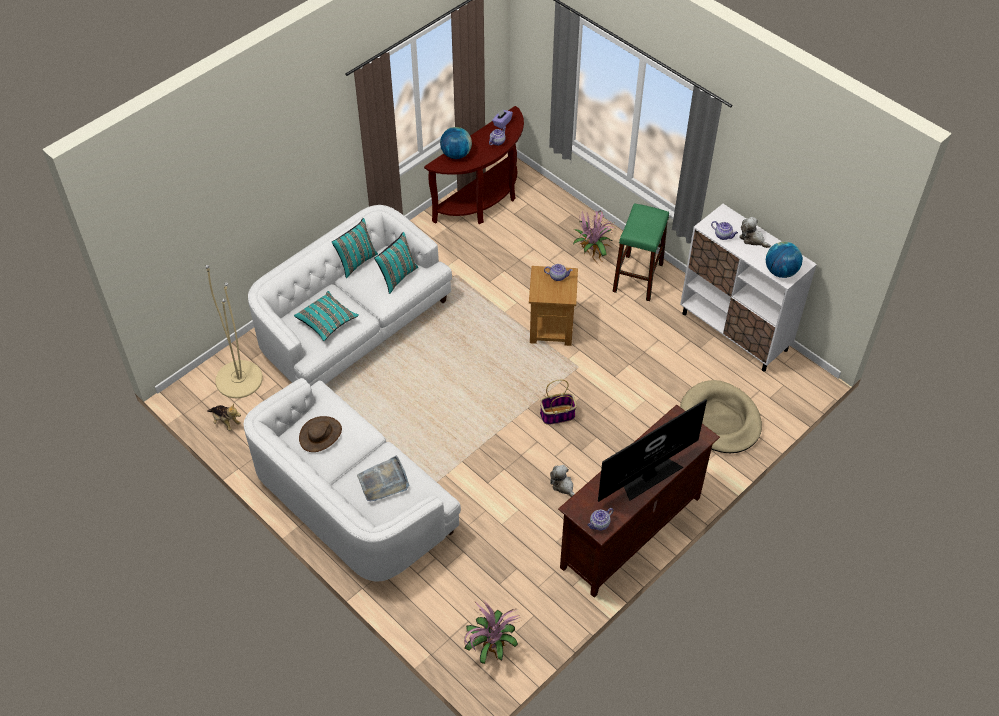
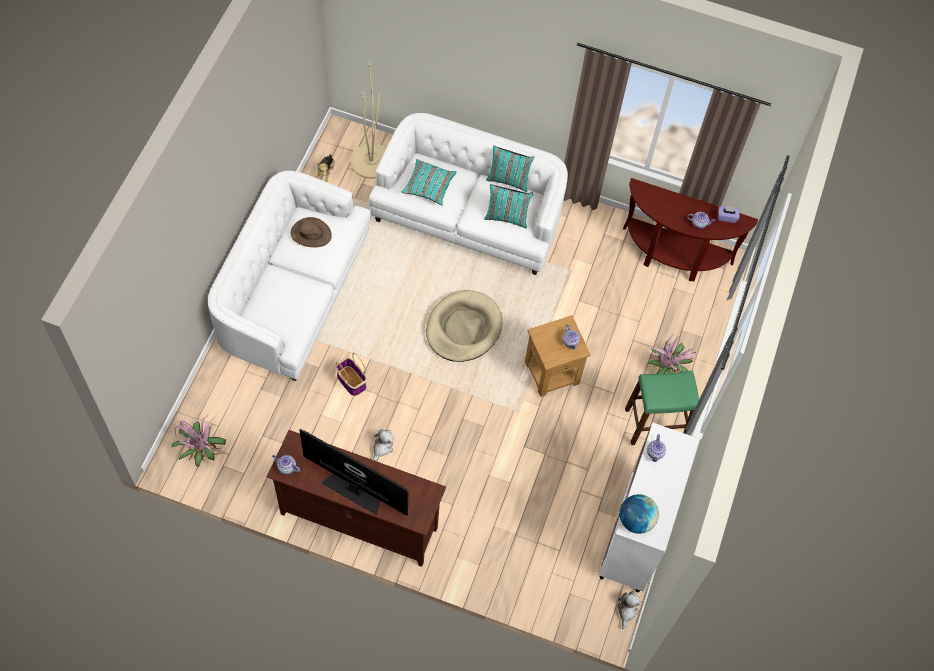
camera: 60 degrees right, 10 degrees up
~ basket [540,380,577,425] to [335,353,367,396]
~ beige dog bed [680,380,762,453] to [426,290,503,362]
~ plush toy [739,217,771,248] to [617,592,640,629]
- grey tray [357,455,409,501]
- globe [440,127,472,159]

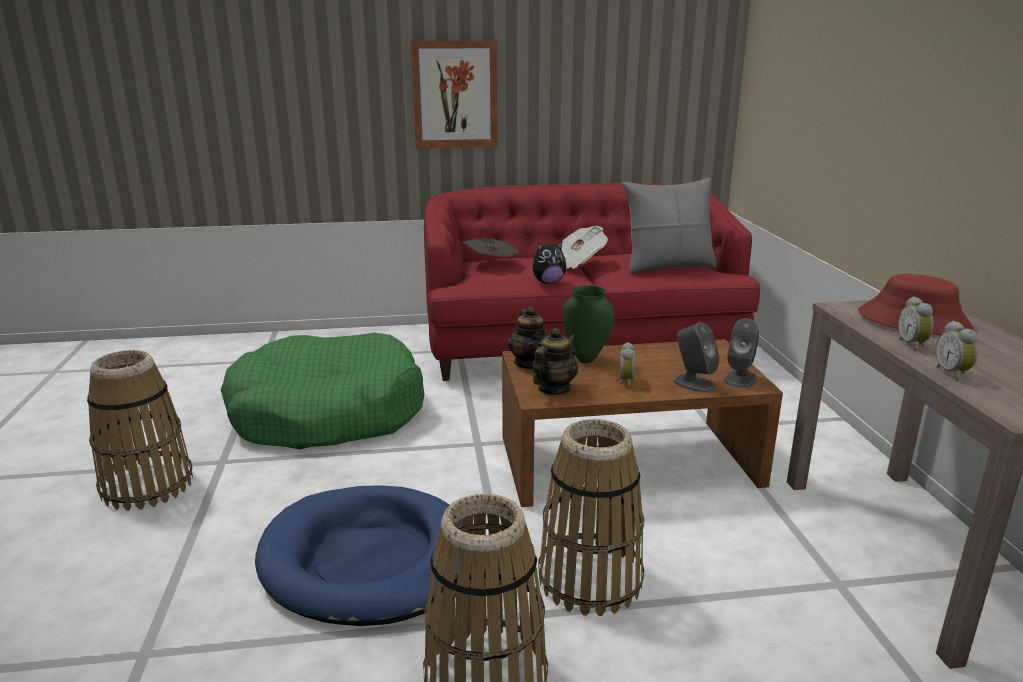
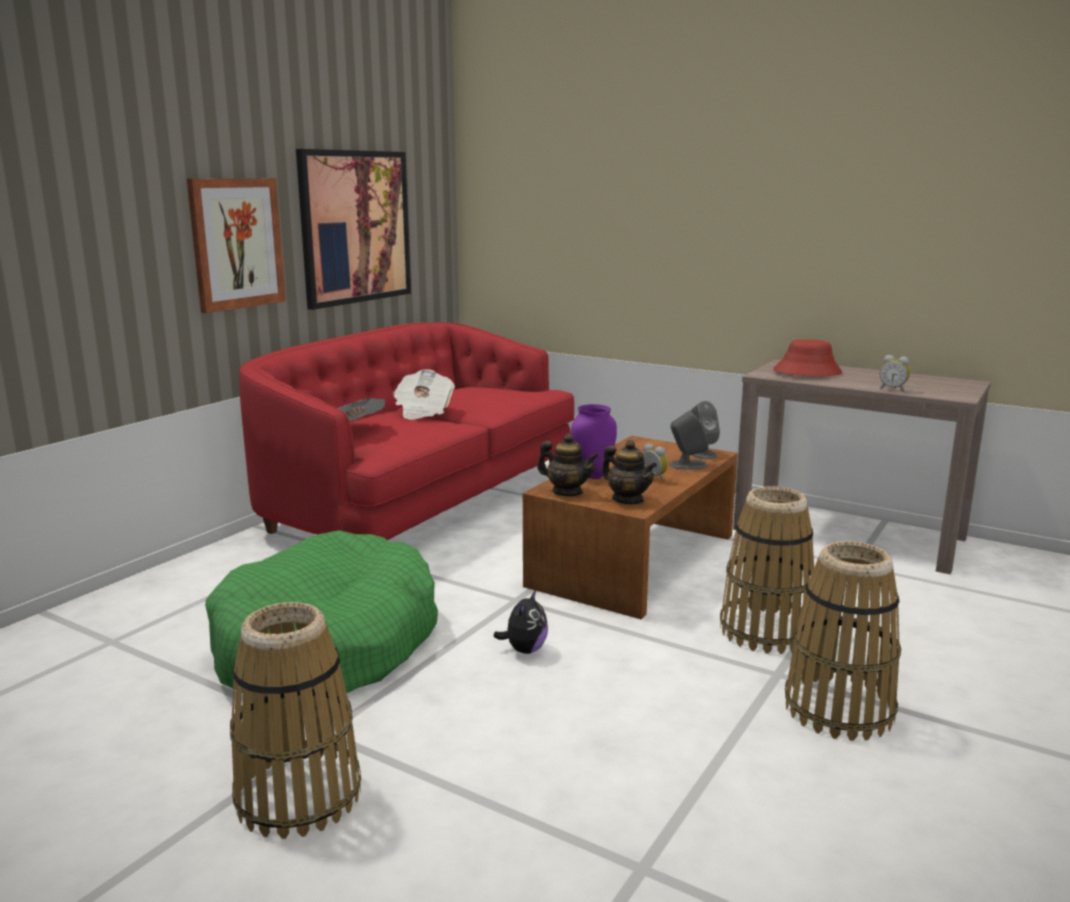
camera: 50 degrees left, 5 degrees down
+ picture [296,149,411,310]
~ plush toy [533,241,566,284] to [493,590,548,654]
~ green vase [562,285,614,363] to purple vase [571,404,617,479]
~ teapot [533,328,578,395] = [602,440,657,504] 150 degrees clockwise
- blue dog bed [255,485,474,626]
- grey pillow [622,178,717,274]
- alarm clock [898,296,933,351]

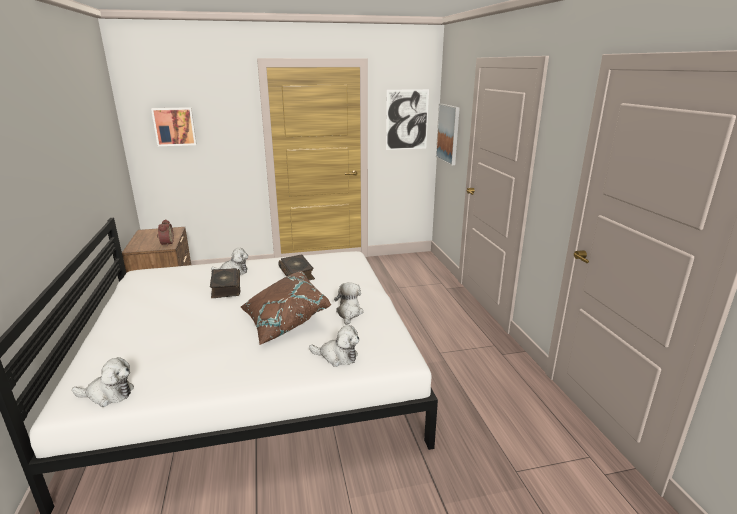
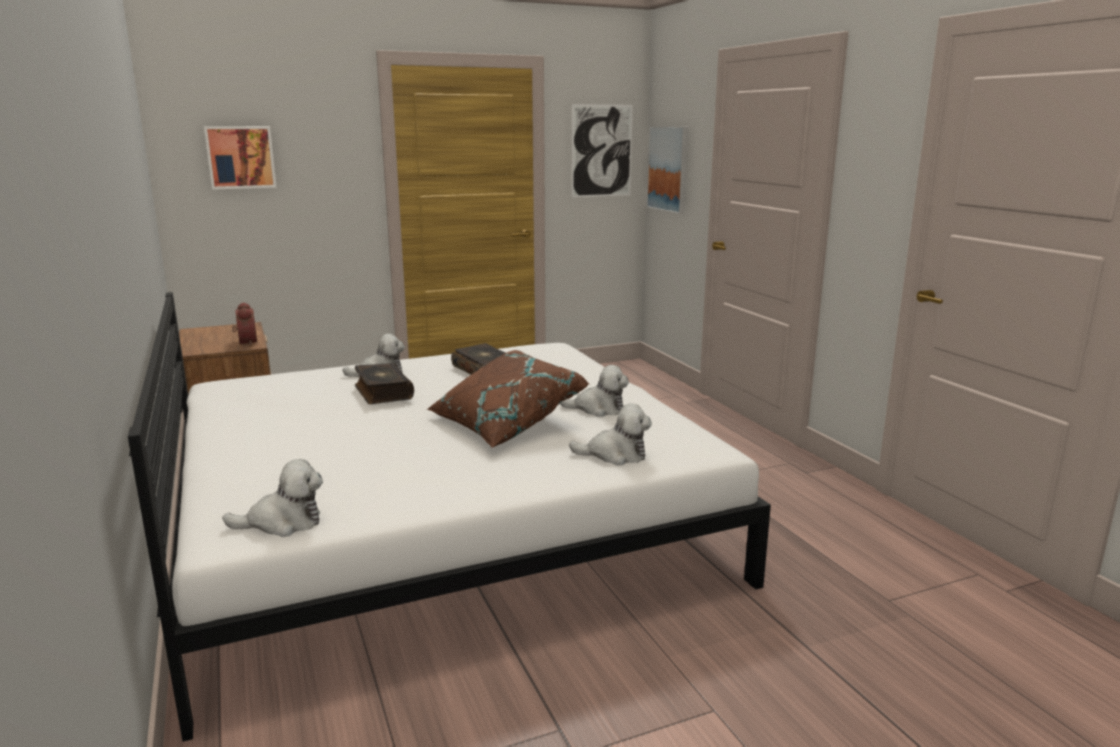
camera: 10 degrees left, 5 degrees down
~ plush toy [334,282,363,325] = [560,365,629,417] 105 degrees clockwise

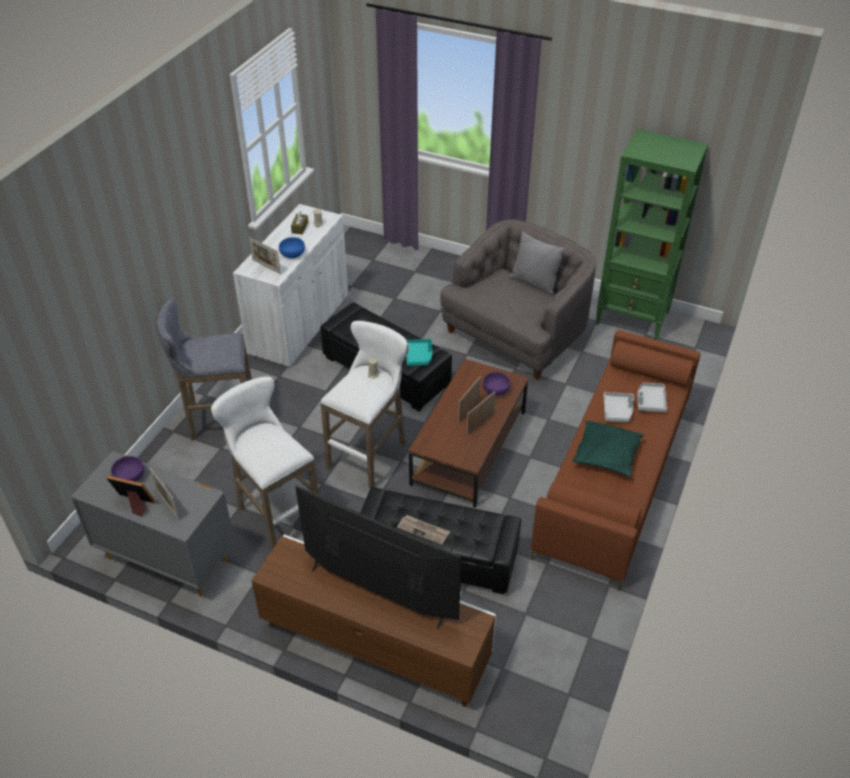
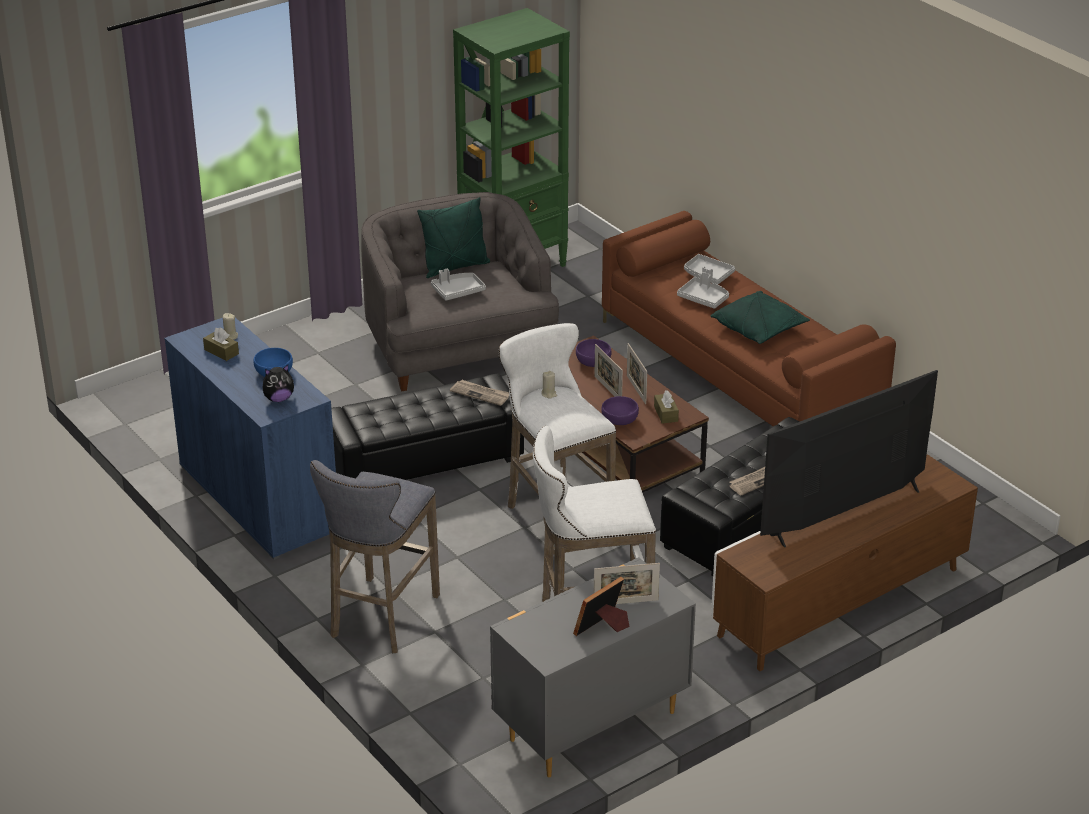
camera: 60 degrees left, 10 degrees down
~ white cabinet [233,204,348,368] to blue cabinet [164,318,336,560]
~ picture frame [249,237,281,274] to plush toy [263,365,294,402]
~ grey pillow [509,231,566,295] to green pillow [417,197,490,278]
+ grey tray [431,269,486,301]
~ turquoise tray [406,339,432,366] to newspaper [450,380,509,406]
~ purple bowl [111,456,144,482] to [601,396,639,425]
+ brown tissue box [654,390,679,424]

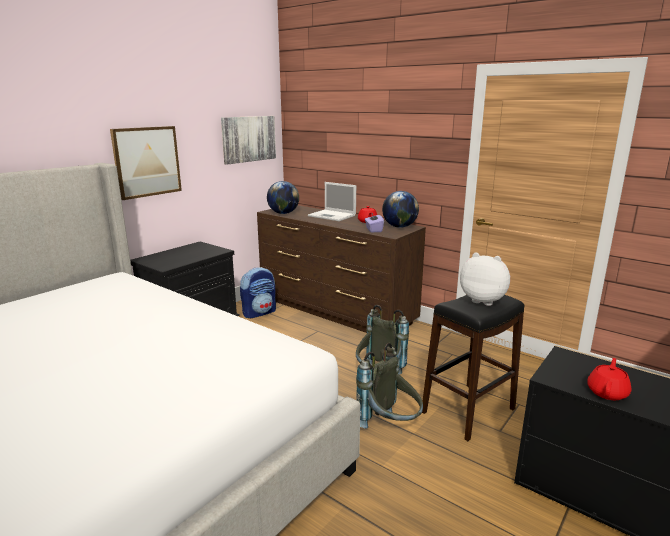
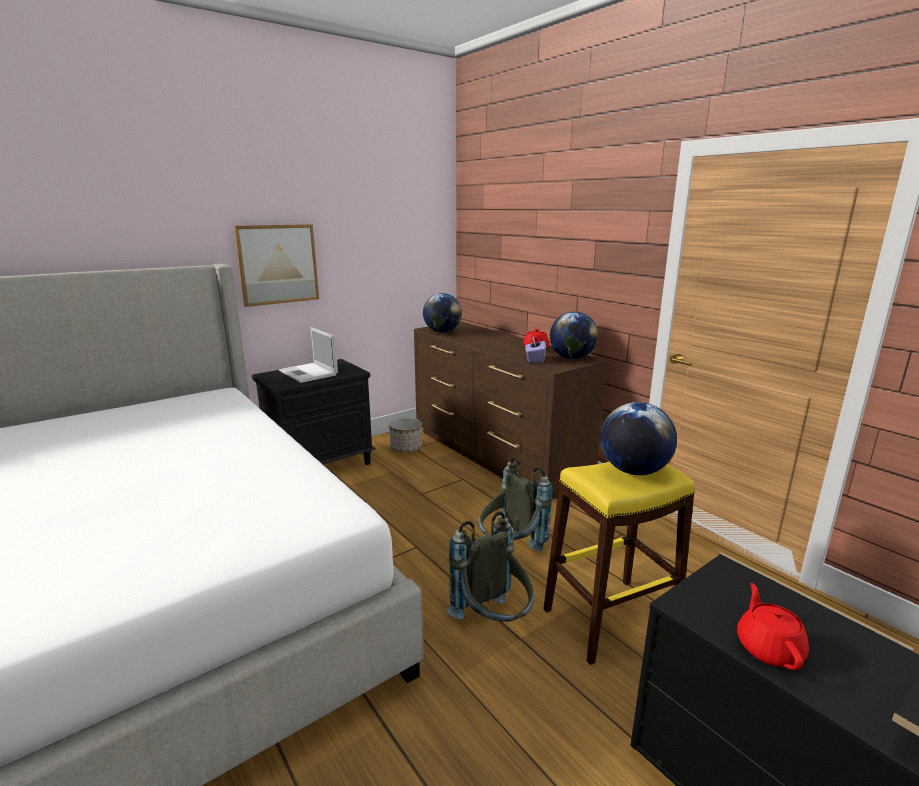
camera: 15 degrees right, 0 degrees up
~ laptop [308,182,356,221] to [279,327,338,383]
~ backpack [240,267,276,318] to planter [389,418,422,453]
~ black stool [422,295,524,441] to yellow stool [543,462,695,665]
~ plush toy [460,252,510,306] to globe [600,402,677,475]
~ red teapot [587,358,631,400] = [737,583,809,671] 45 degrees counterclockwise
- picture [221,116,276,165]

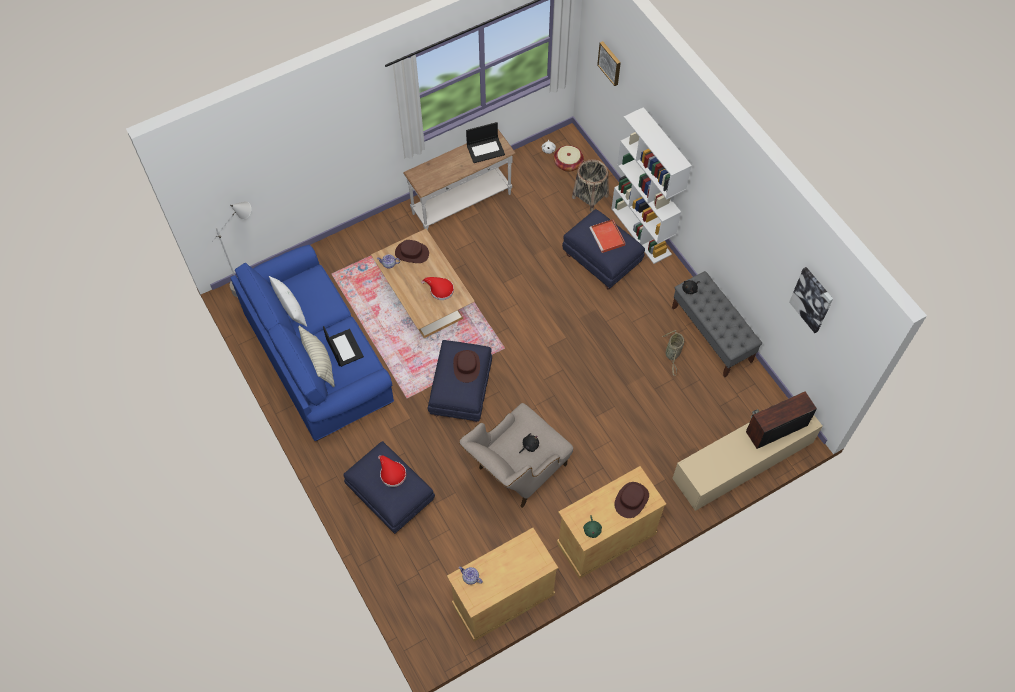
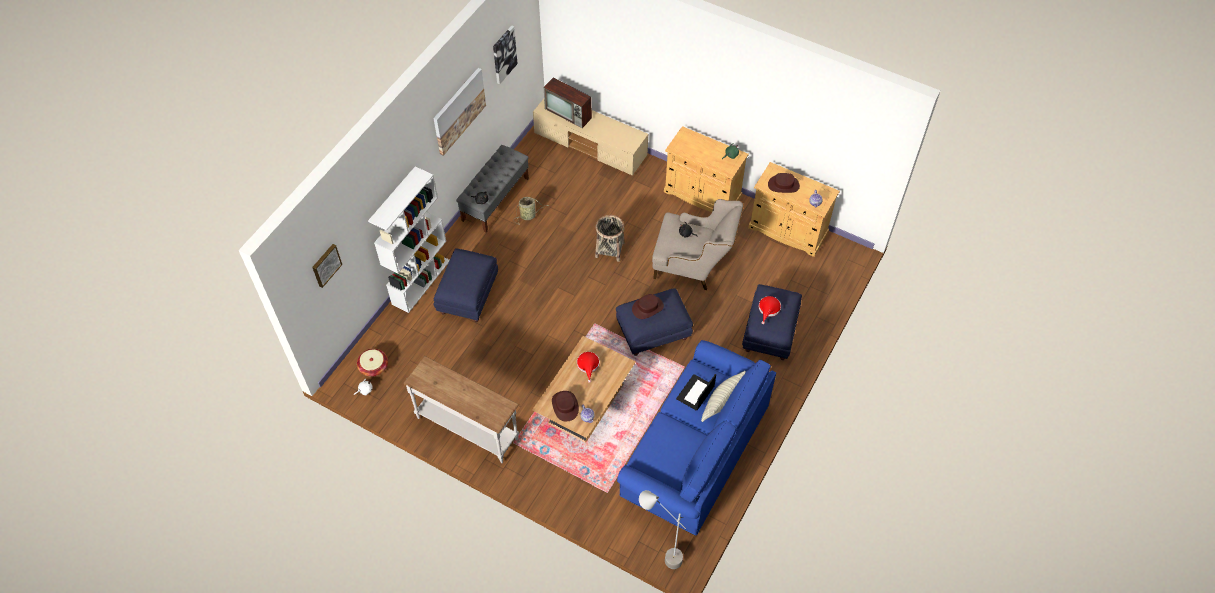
camera: 120 degrees left, 5 degrees down
+ picture [433,68,486,156]
~ basket [572,159,609,212] to [595,215,625,262]
~ brown hat [615,482,649,518] to [768,173,800,193]
- white pillow [269,276,307,327]
- laptop [466,122,505,163]
- red tray [589,219,626,253]

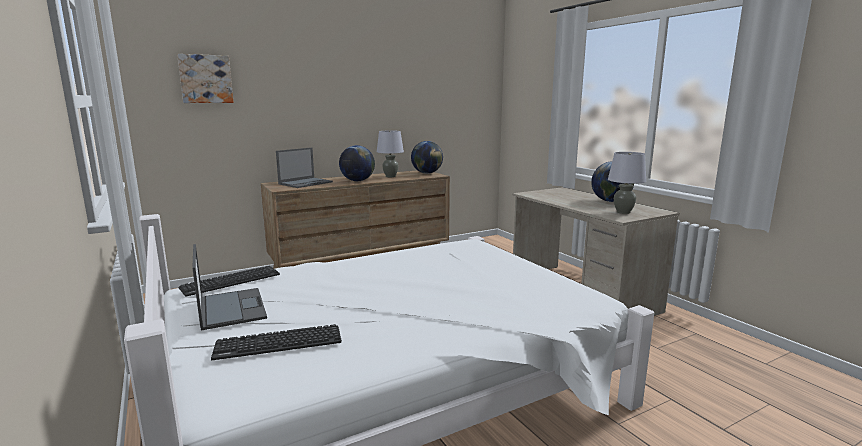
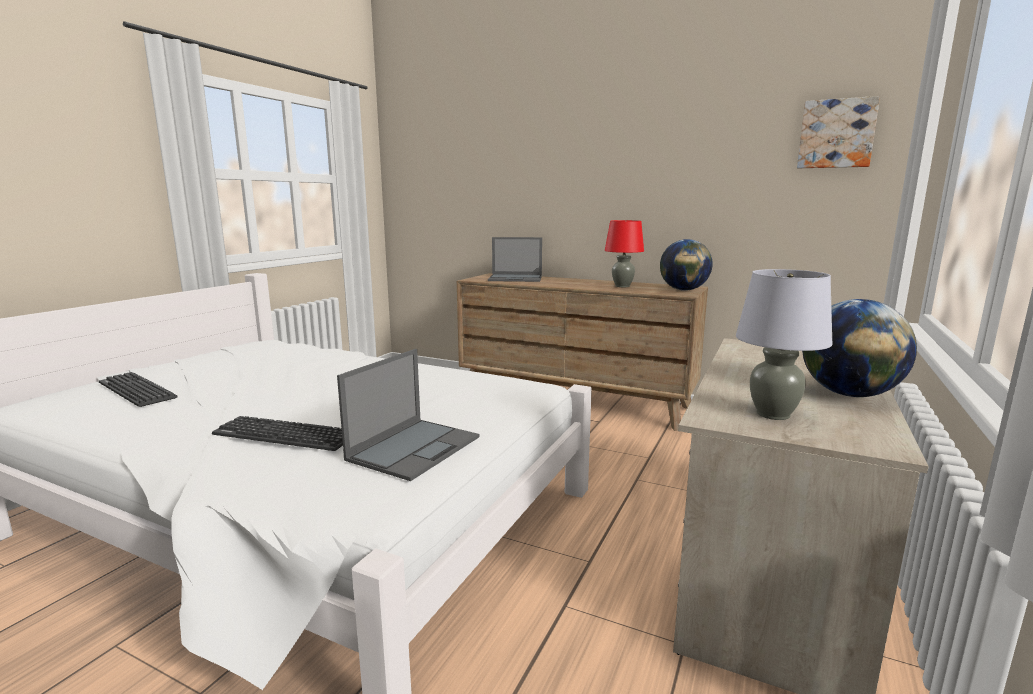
camera: 55 degrees right, 0 degrees up
~ keyboard [179,266,280,297] to [212,416,343,451]
~ laptop [192,244,267,330] to [337,349,480,481]
~ grey table lamp [377,130,404,177] to red table lamp [605,220,644,287]
~ picture [177,54,234,103] to [797,96,880,168]
- globe [339,145,375,181]

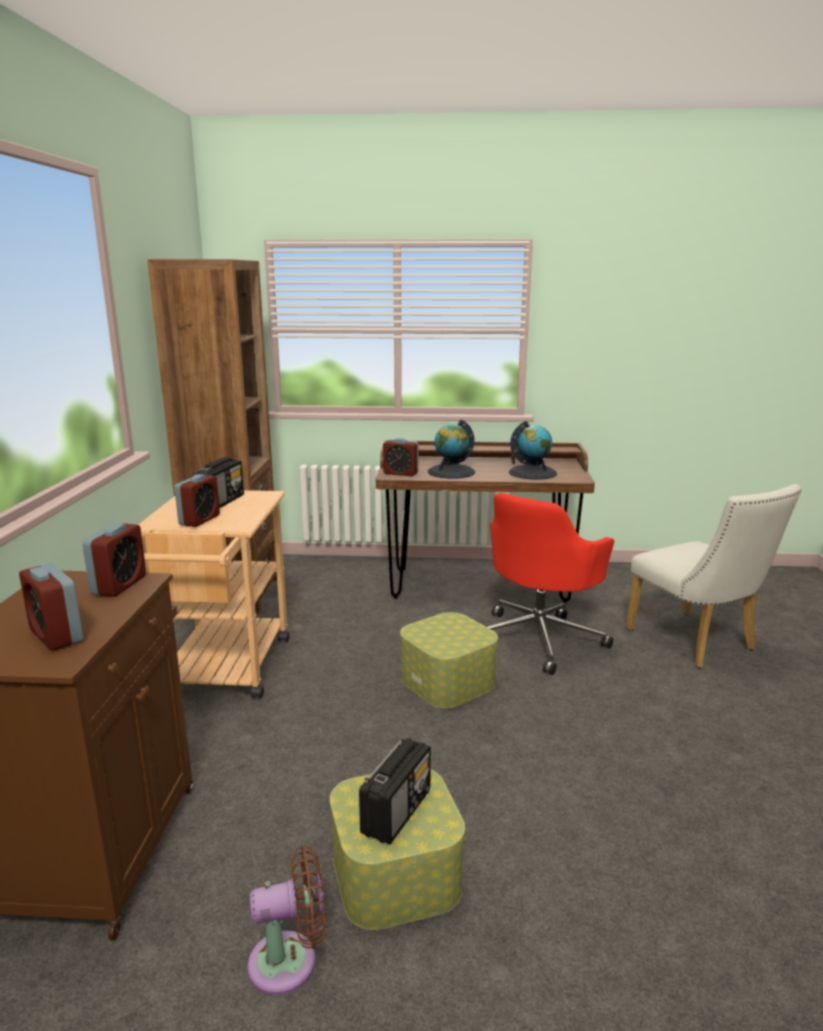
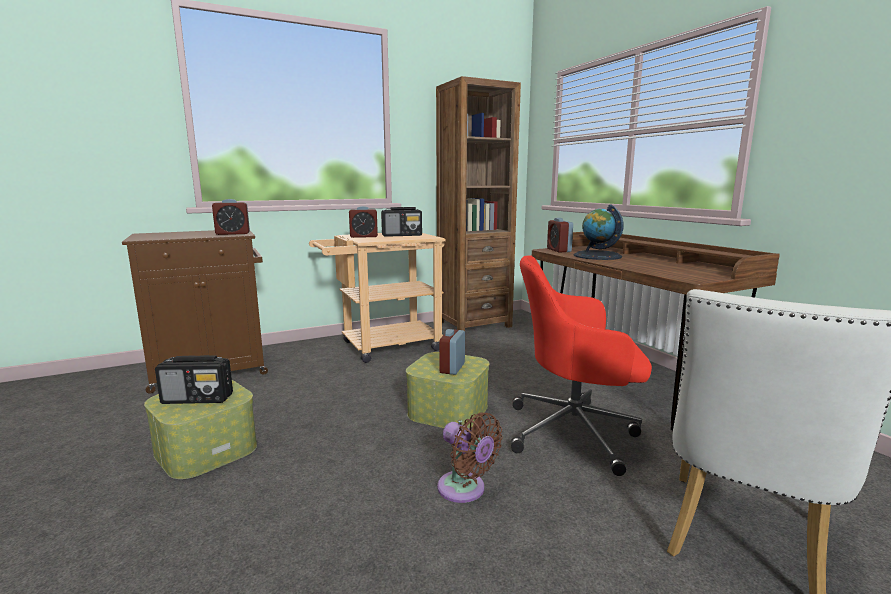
camera: 60 degrees right, 5 degrees down
~ brown fan [247,845,326,995] to [437,412,503,503]
~ alarm clock [19,563,83,651] to [439,329,465,375]
- globe [509,421,557,480]

